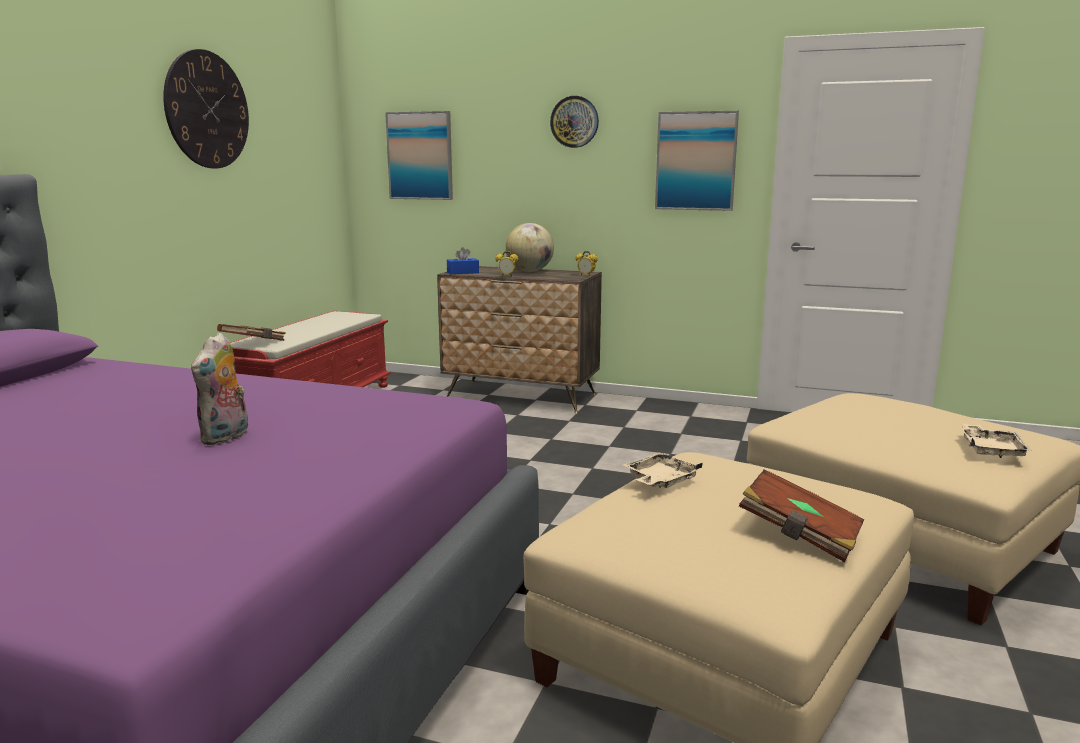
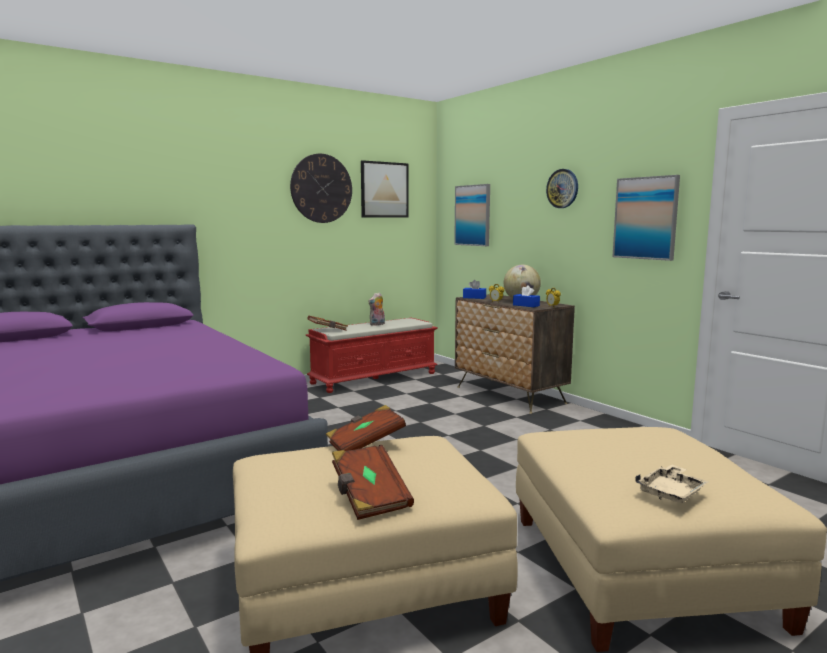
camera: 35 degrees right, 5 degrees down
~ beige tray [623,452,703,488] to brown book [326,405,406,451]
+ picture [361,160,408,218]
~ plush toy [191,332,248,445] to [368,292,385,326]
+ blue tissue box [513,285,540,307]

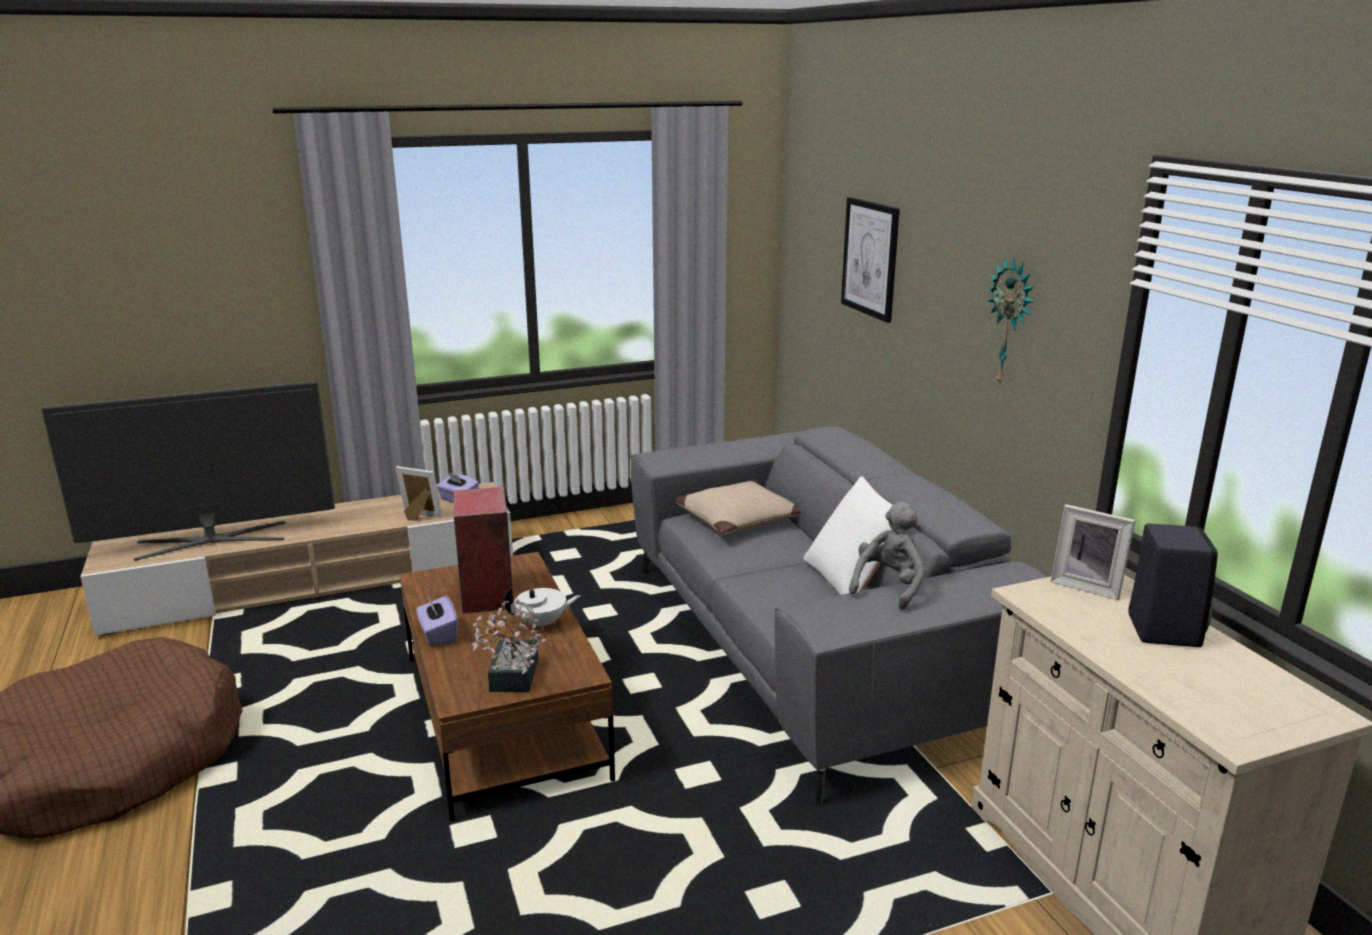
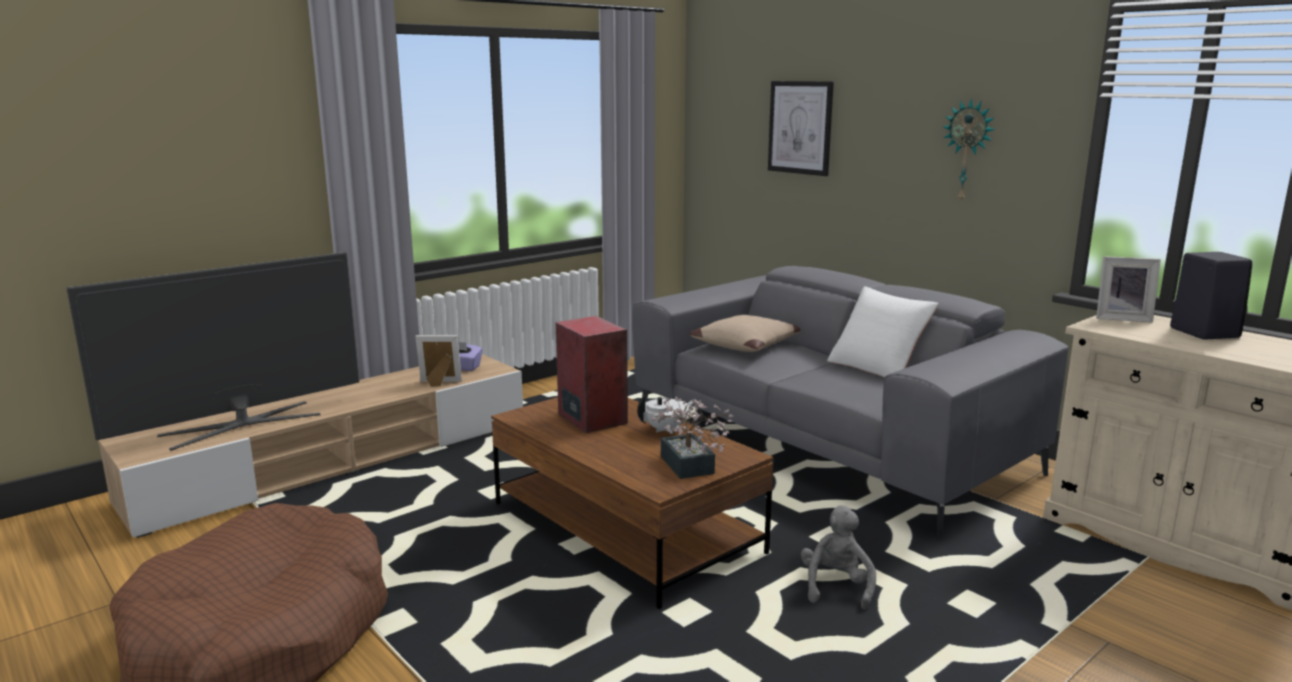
camera: 20 degrees left, 5 degrees down
~ grey plush toy [849,502,925,610] to [801,505,876,610]
- purple tissue box [416,595,458,647]

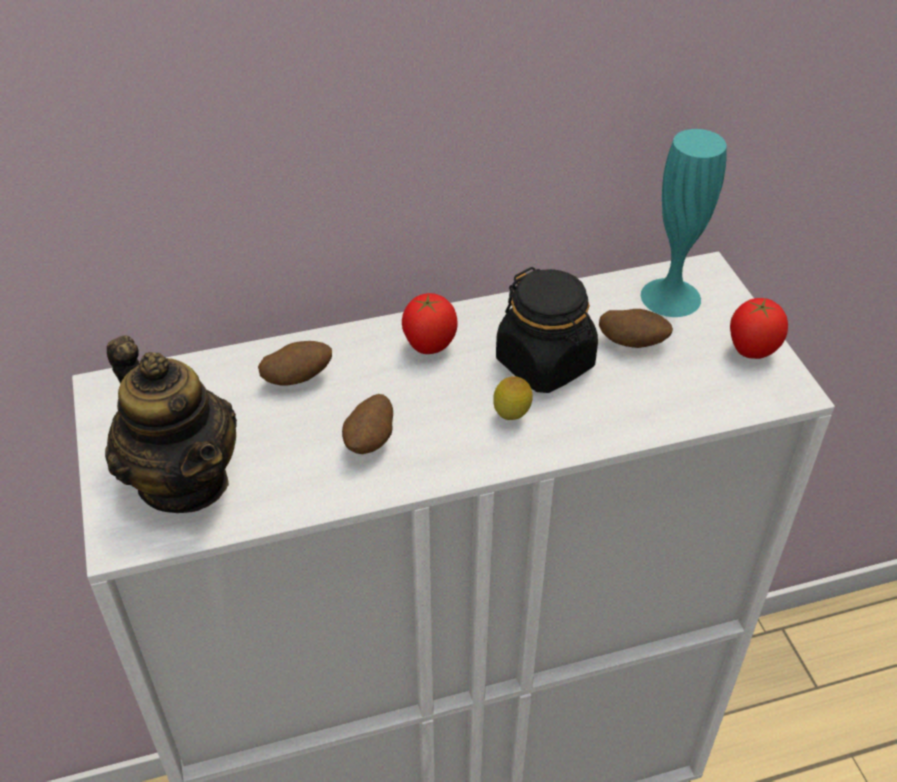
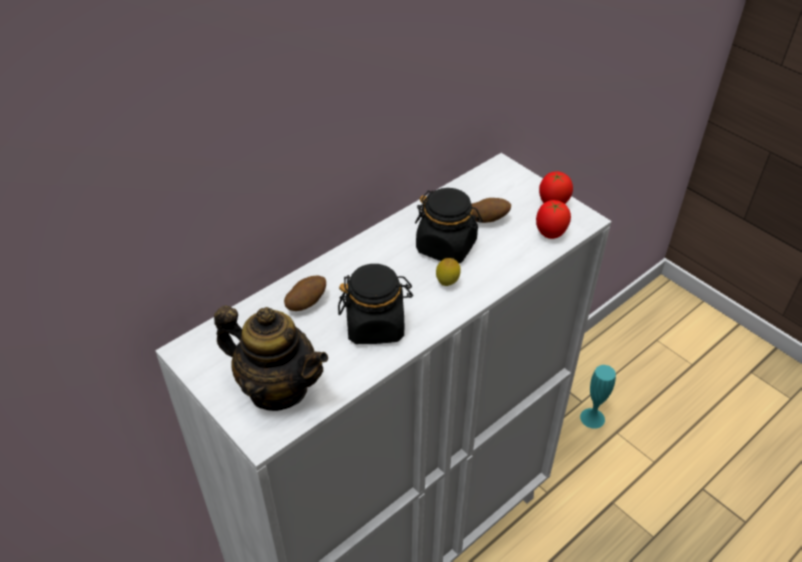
camera: 25 degrees left, 0 degrees up
~ potato [342,394,393,454] to black jar [338,264,413,344]
~ tomato [402,293,458,354] to [536,200,571,239]
~ turquoise vase [641,129,727,317] to [580,365,616,429]

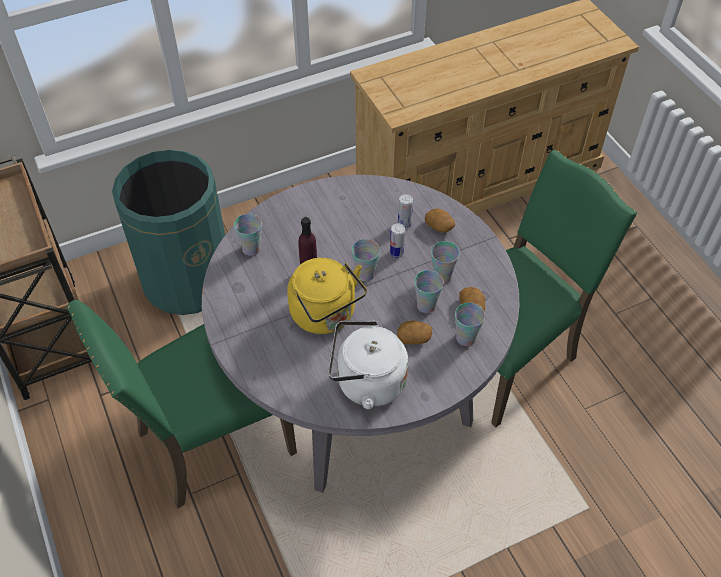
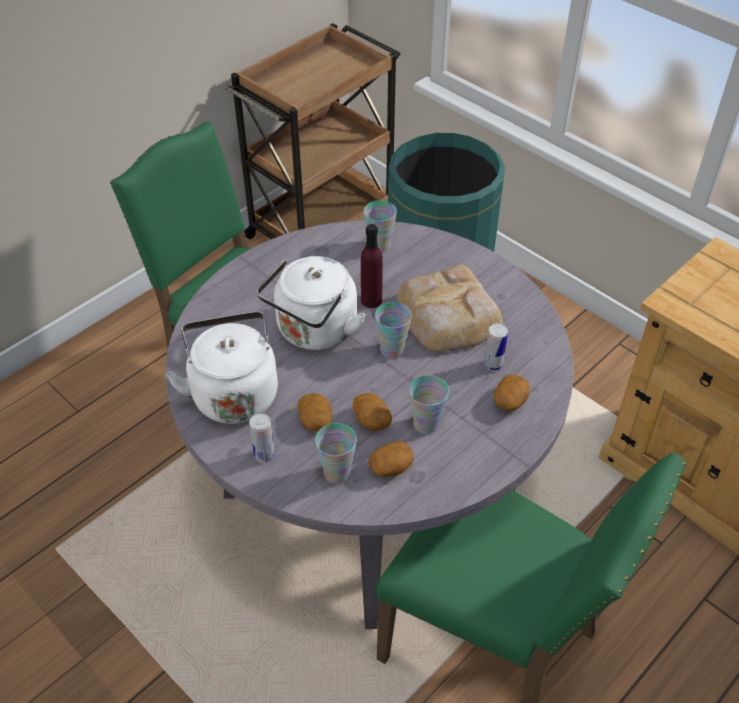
camera: 70 degrees right, 5 degrees down
~ can [390,223,405,258] to [249,414,275,462]
~ yellow kettle [287,258,367,334] to white kettle [257,256,366,350]
~ cup [414,270,444,313] to potato [353,393,392,431]
+ bread [397,264,503,352]

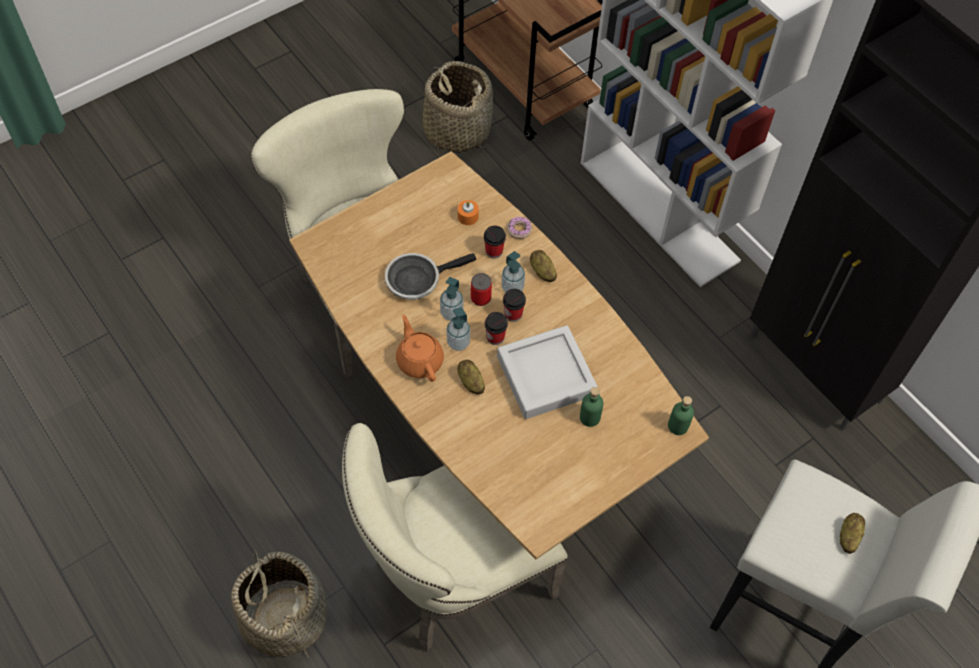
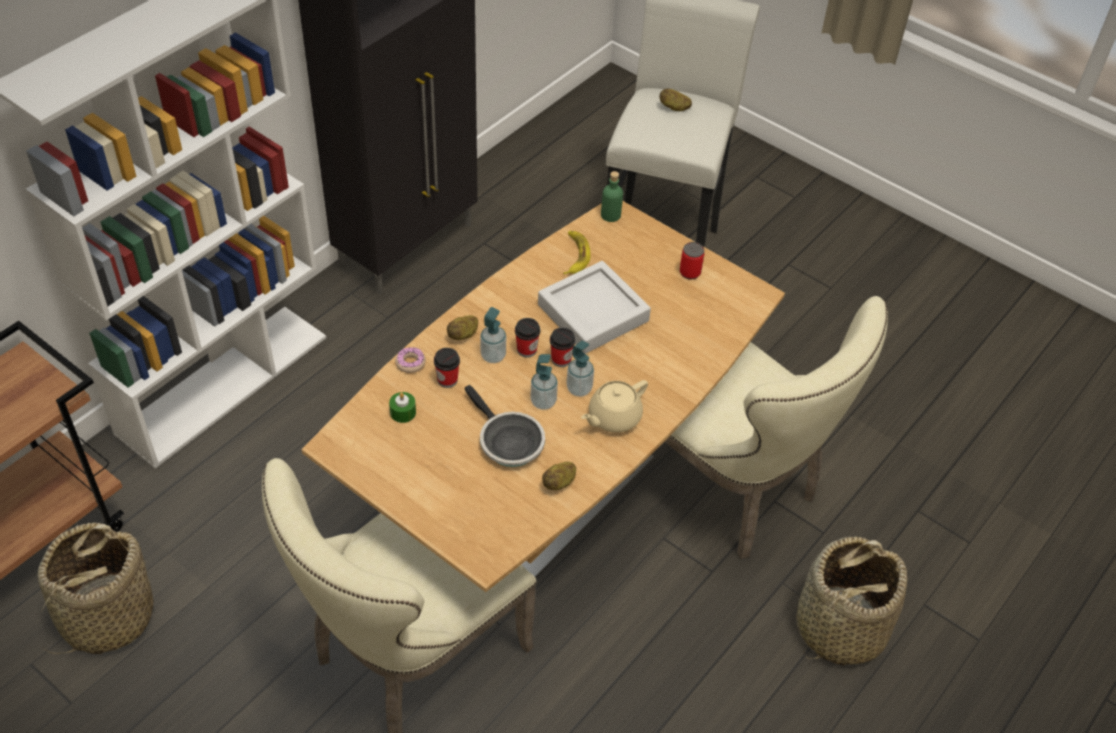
camera: 105 degrees left, 10 degrees down
~ orange candle [458,200,479,225] to green candle [389,392,416,423]
~ potato [457,360,485,394] to [542,462,576,490]
+ banana [563,231,591,275]
~ orange teapot [396,315,444,382] to beige teapot [581,380,648,433]
~ can [471,273,492,306] to [680,242,705,279]
- green bottle [580,387,604,427]

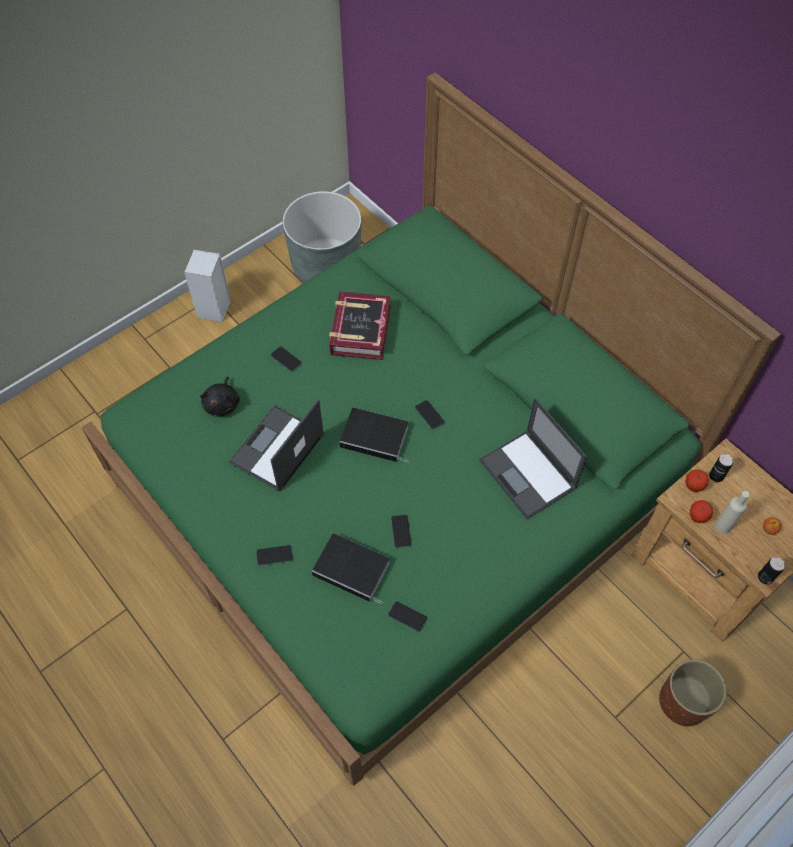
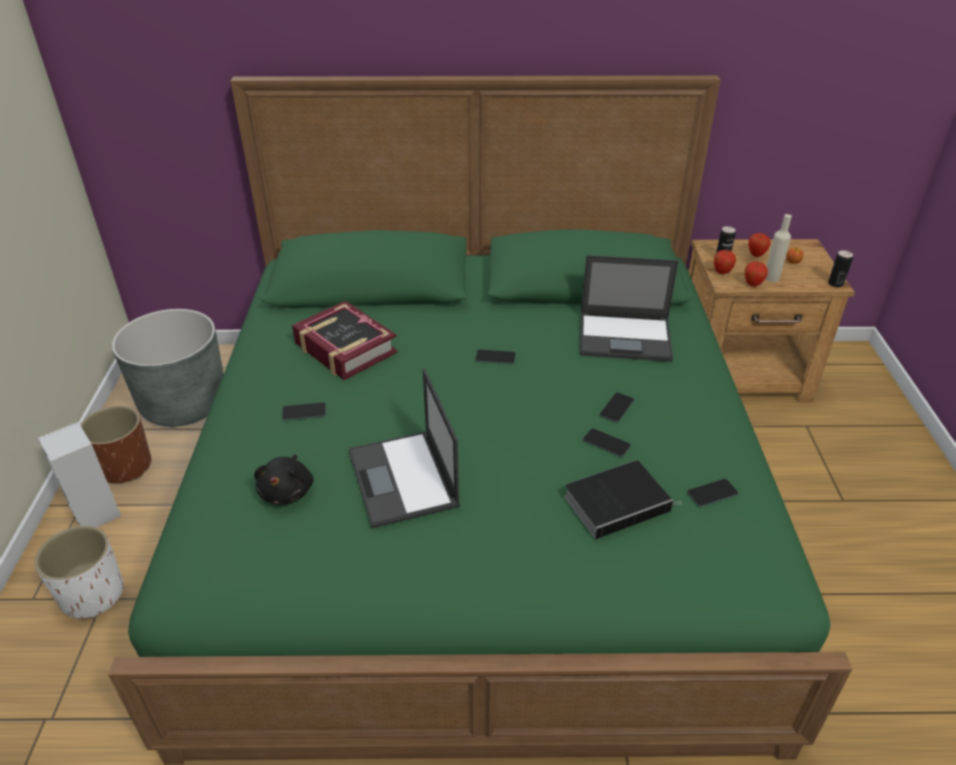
camera: 50 degrees left, 20 degrees down
+ white planter [34,526,124,619]
~ brown planter [659,659,727,727] to [80,406,151,483]
~ black plush toy [200,377,240,416] = [254,455,314,505] 45 degrees clockwise
~ phone [256,545,293,566] to [599,393,634,423]
+ apple [748,233,771,257]
- book [339,407,409,463]

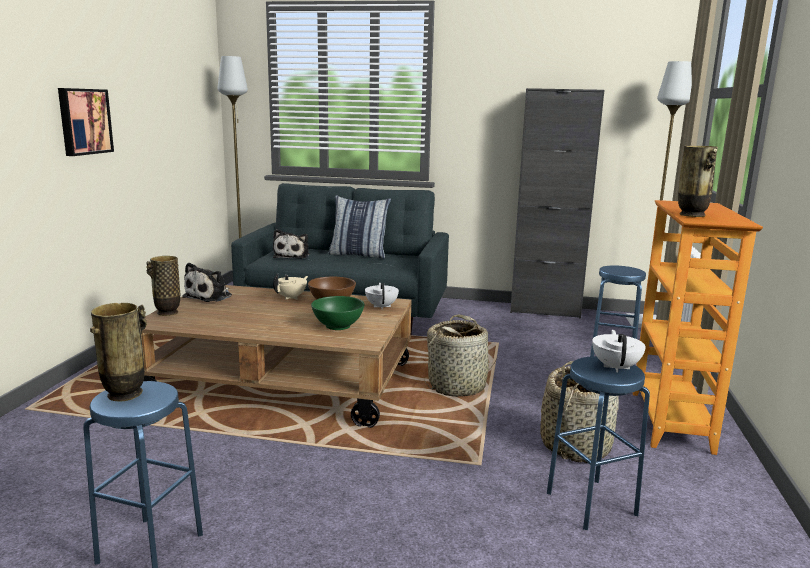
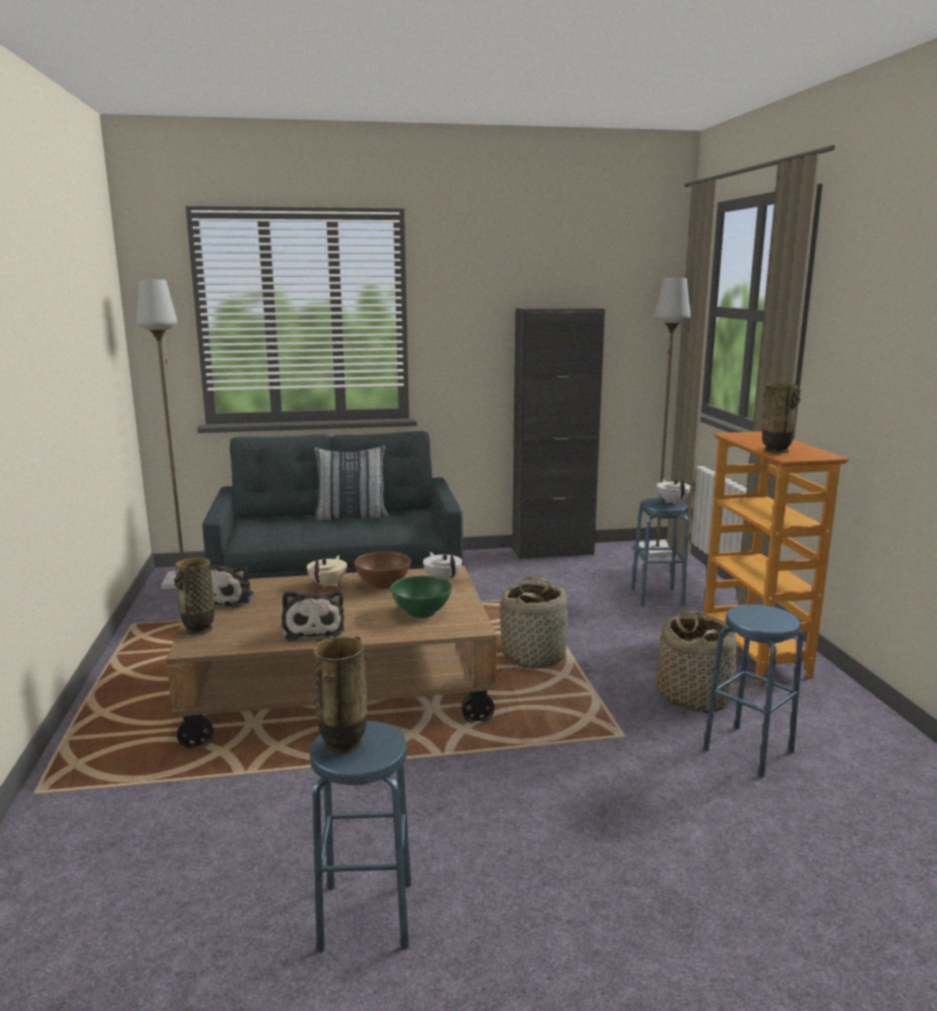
camera: 20 degrees left, 0 degrees up
~ plush toy [273,229,310,259] to [282,591,345,642]
~ white teapot [592,330,646,373] to [657,478,691,505]
- picture [58,88,114,156]

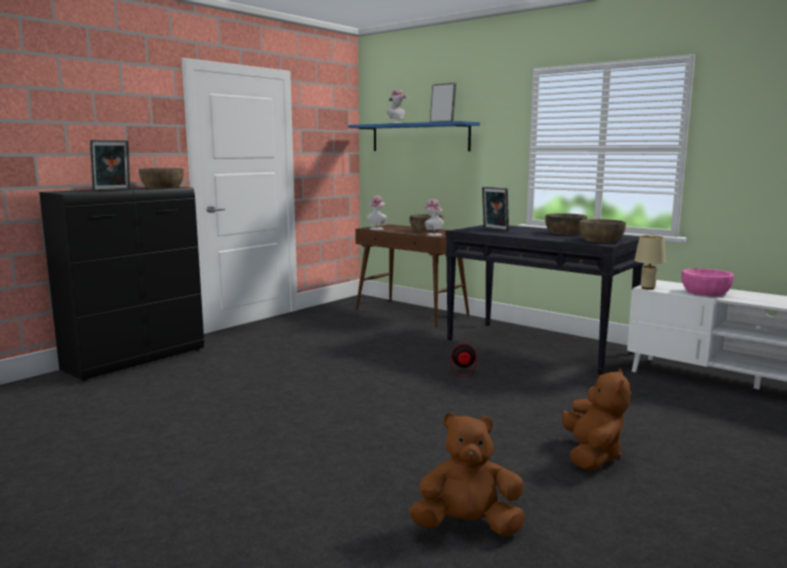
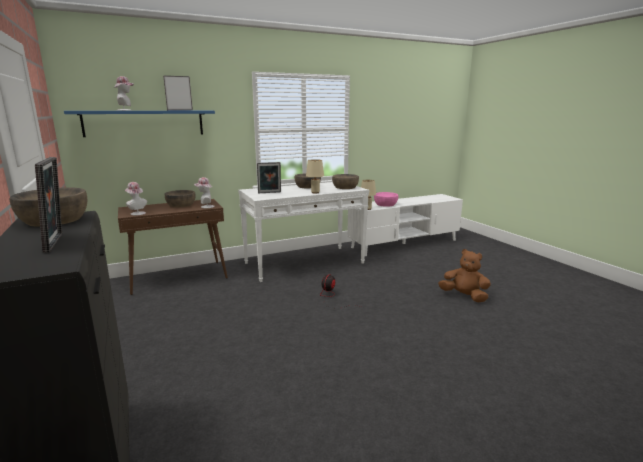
camera: 65 degrees left, 5 degrees up
~ black console table [445,225,644,375] to white console table [238,182,369,282]
+ beige table lamp [306,159,324,194]
- brown plush toy [409,412,525,537]

